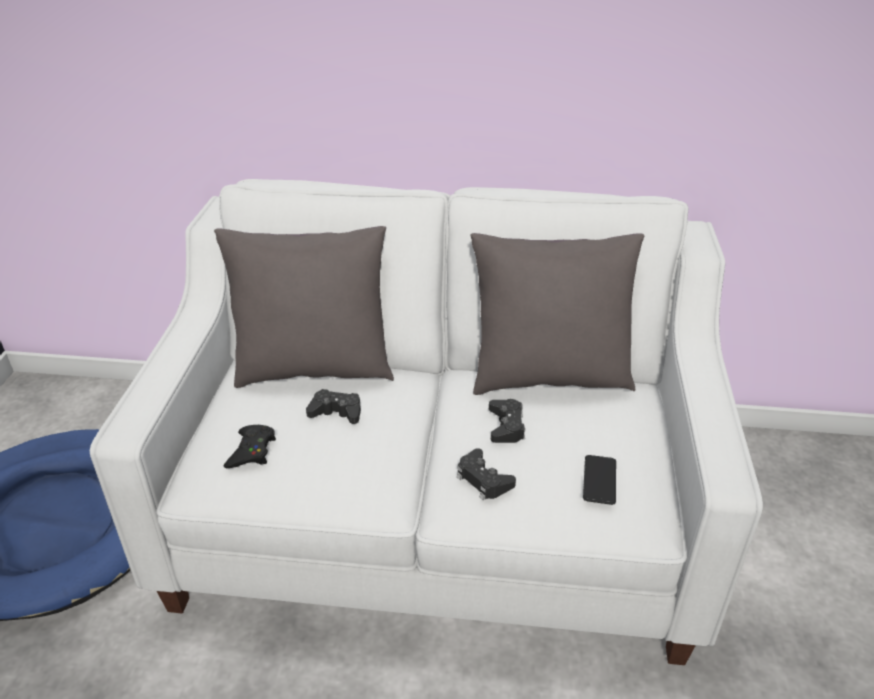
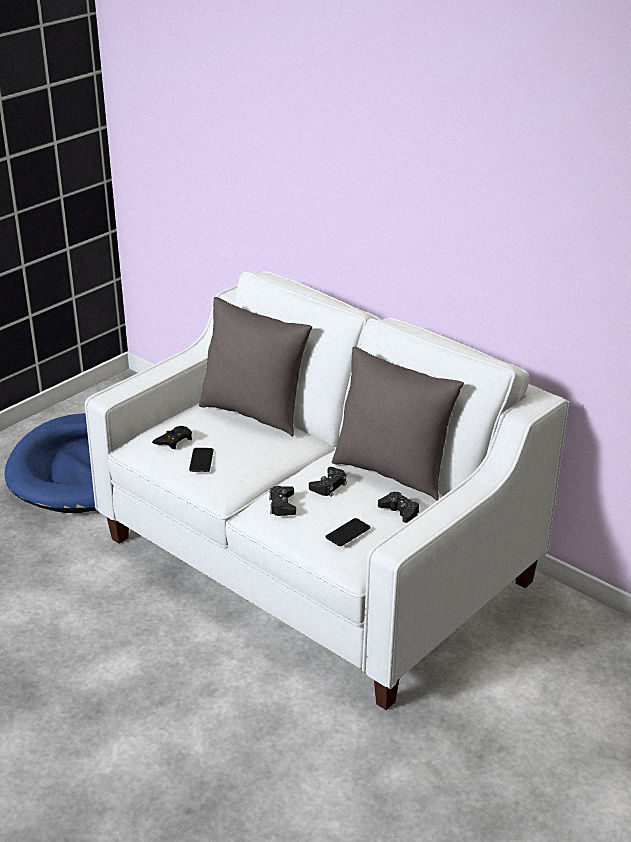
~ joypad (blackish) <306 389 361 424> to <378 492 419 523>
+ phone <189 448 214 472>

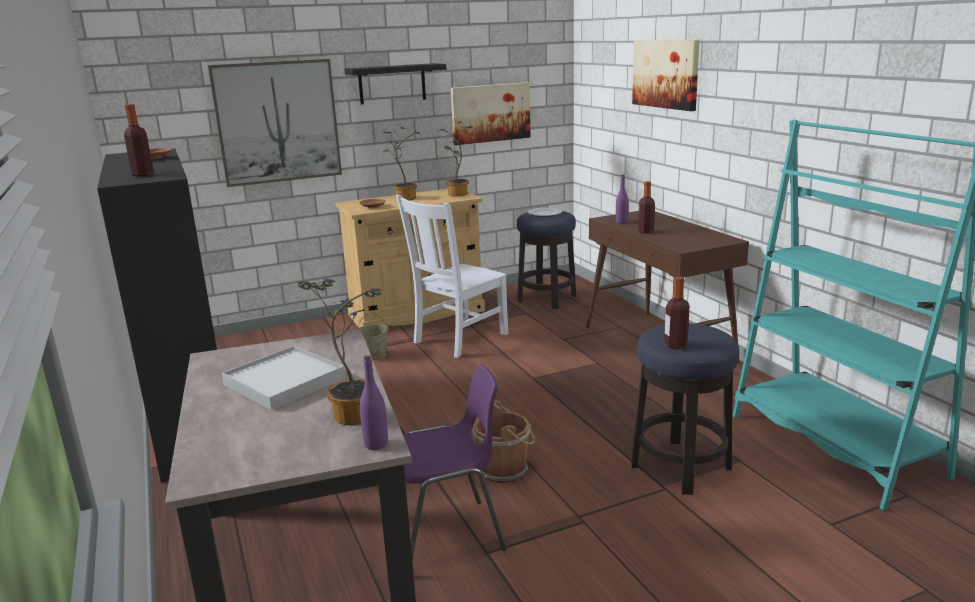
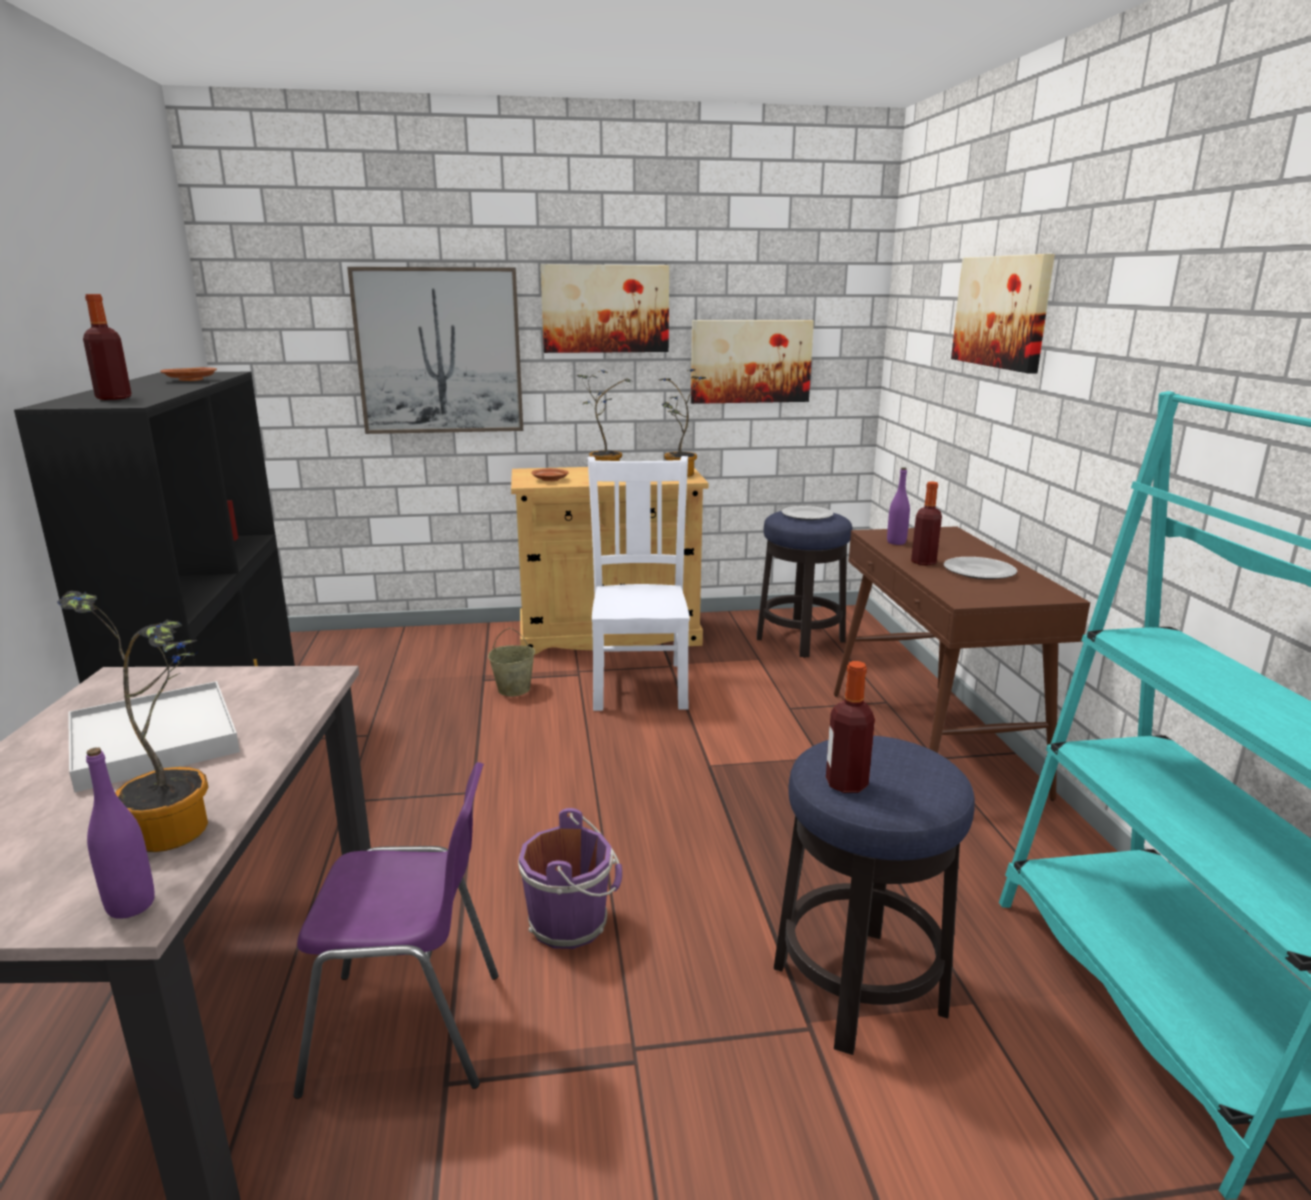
~ shelf (blackish) <344 63 446 104> to wall picture <540 264 669 353>
~ upright chair (white-coloured) <396 195 508 358> = <588 456 690 711> 120 degrees clockwise
~ water bucket (brownish) <473 400 536 483> to water bucket (purple-coloured) <518 808 622 949>
+ plate <944 557 1017 579>

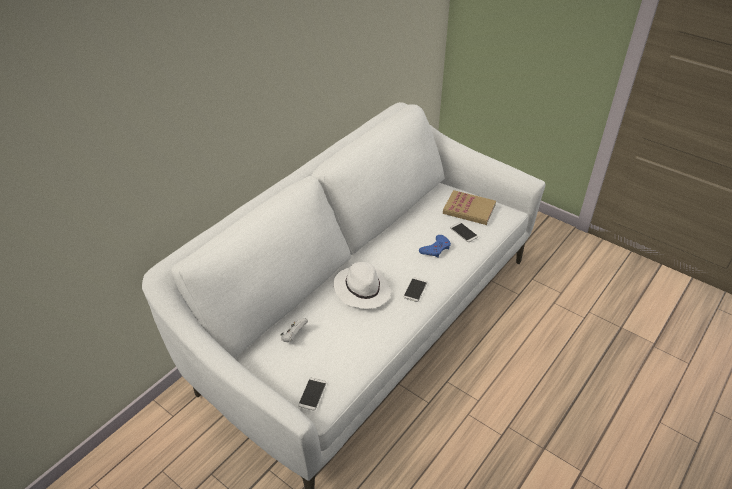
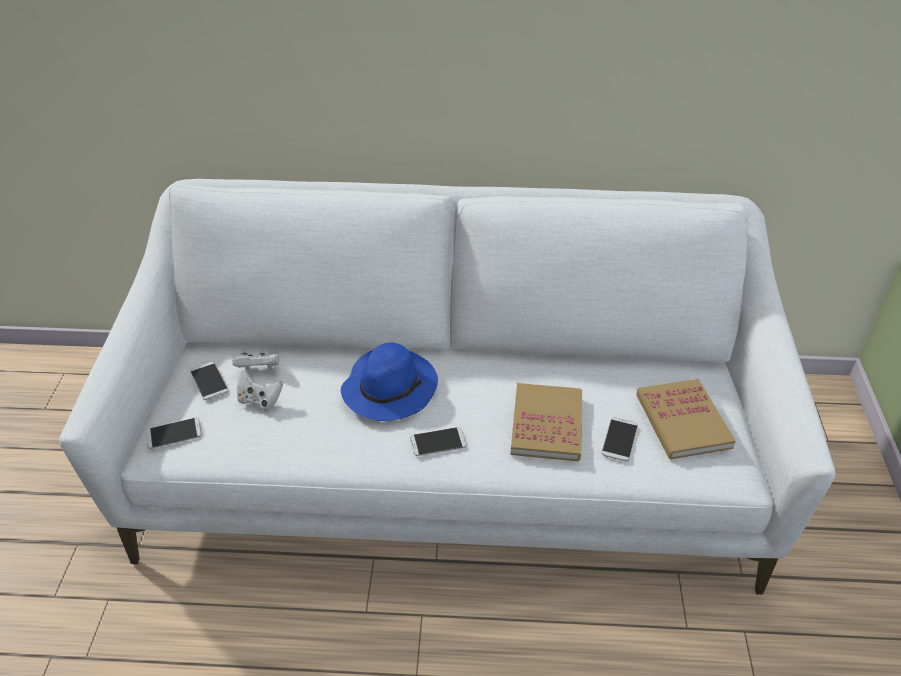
~ joypad (bluish) <419 235 451 258> to volume <510 383 582 461>
~ hat (white-coloured) <334 262 391 309> to hat (bluish) <340 342 438 421>
+ phone <190 362 228 400>
+ joypad (white-coloured) <237 370 283 411>

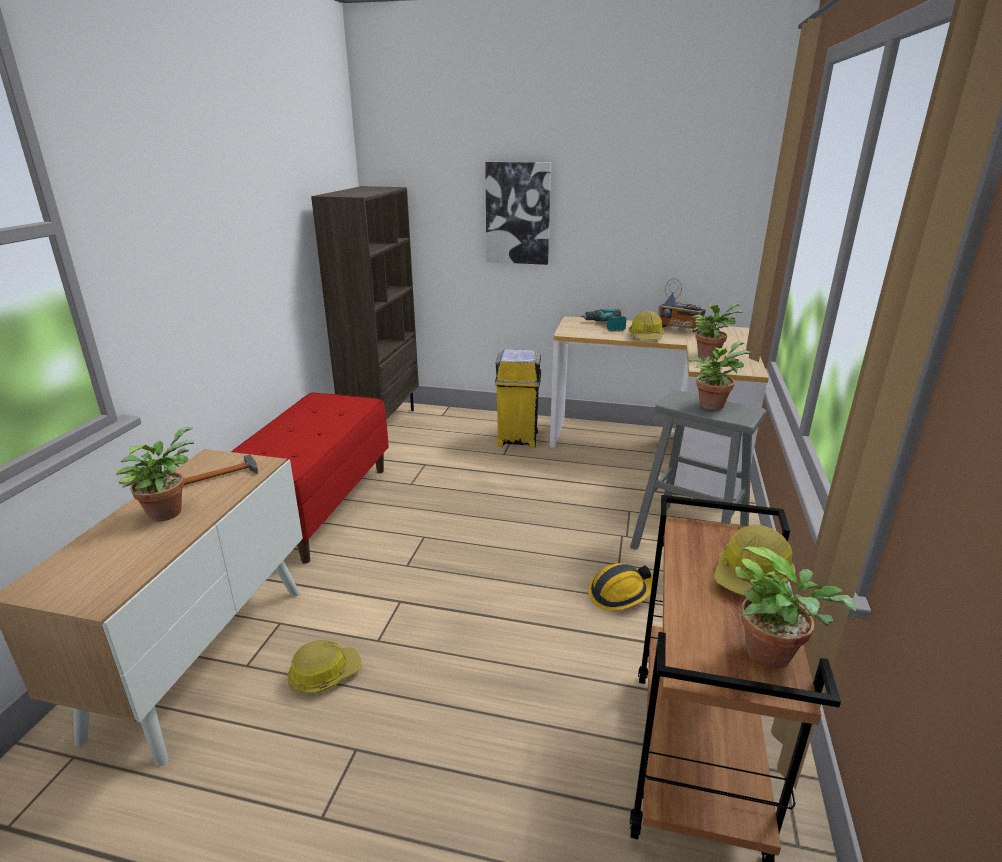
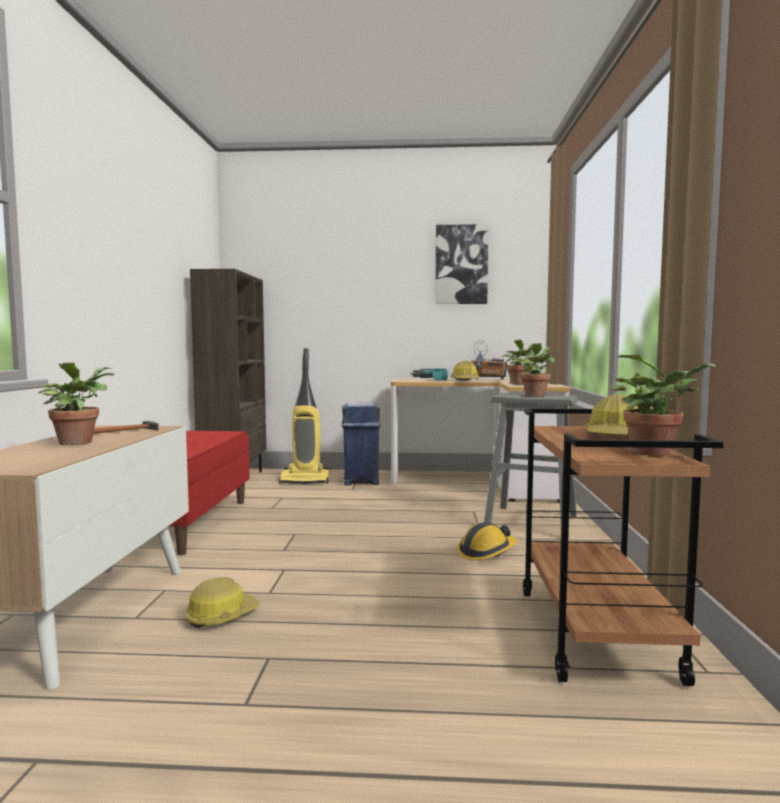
~ wall picture <485 162 551 265> to <435 224 489 304>
~ waste bin (yellow-coloured) <494 349 541 448> to waste bin (bluish) <342 403 381 486>
+ vacuum cleaner <279 348 330 484>

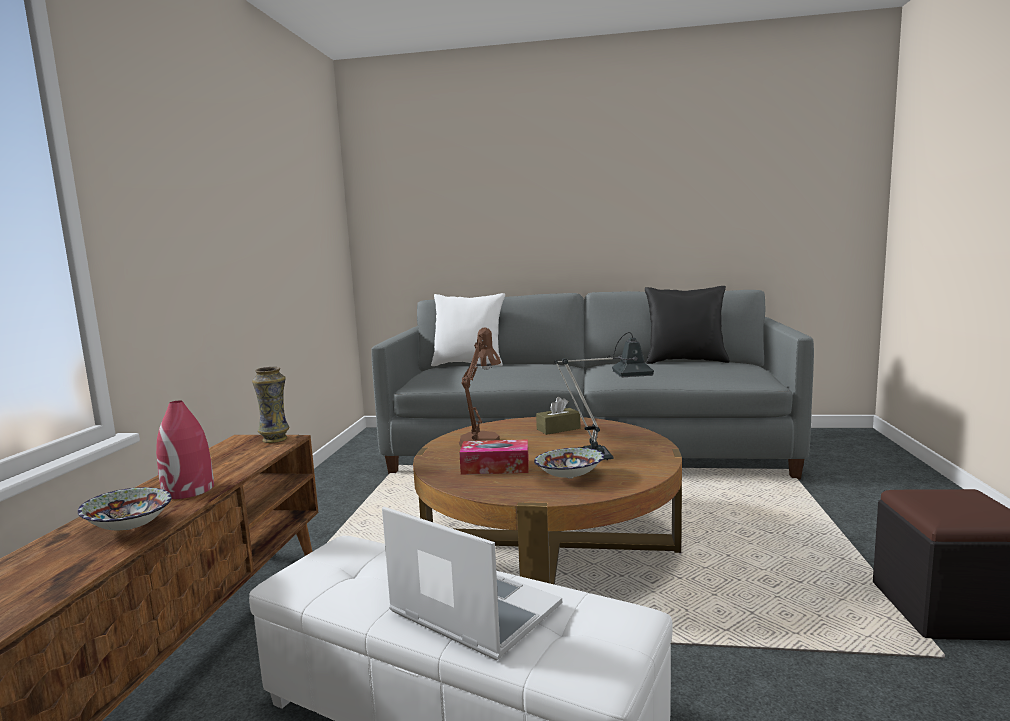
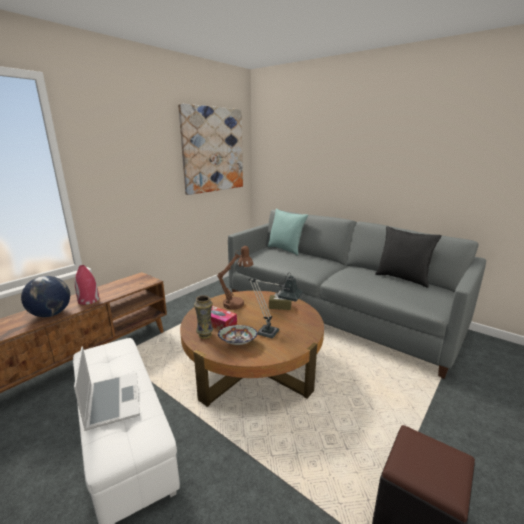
~ pillow (white-coloured) <431 293 505 366> to pillow (turquoise) <268 208 308 256>
~ vase <252 367 289 443> to <194 295 213 339>
~ serving bowl <78 487 172 530> to globe <21 276 70 317>
+ wall picture <178 103 243 195>

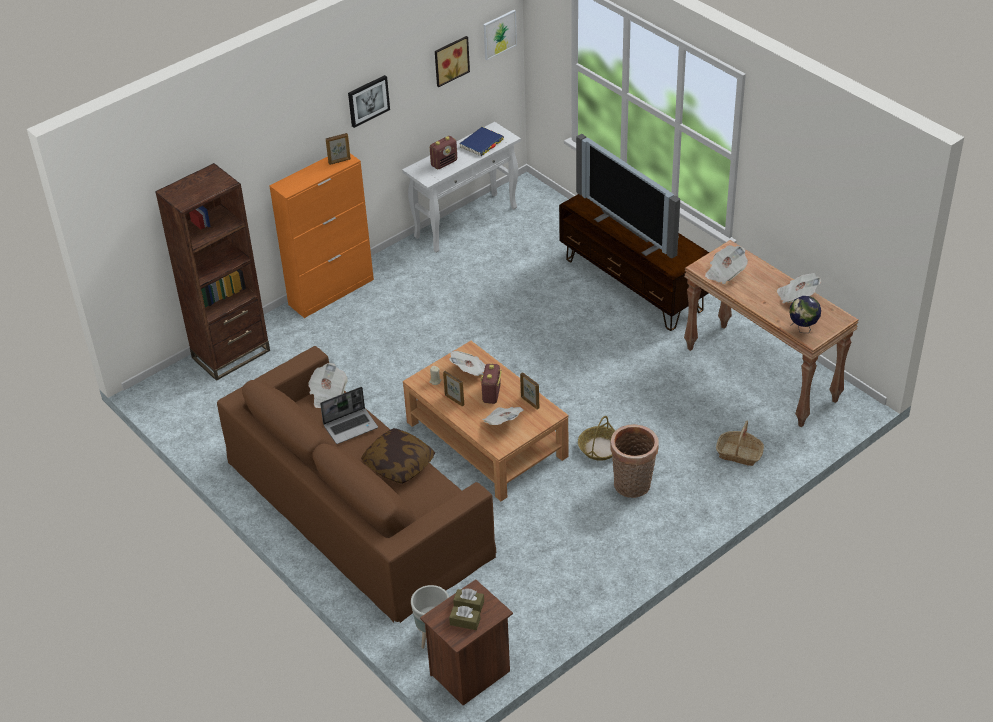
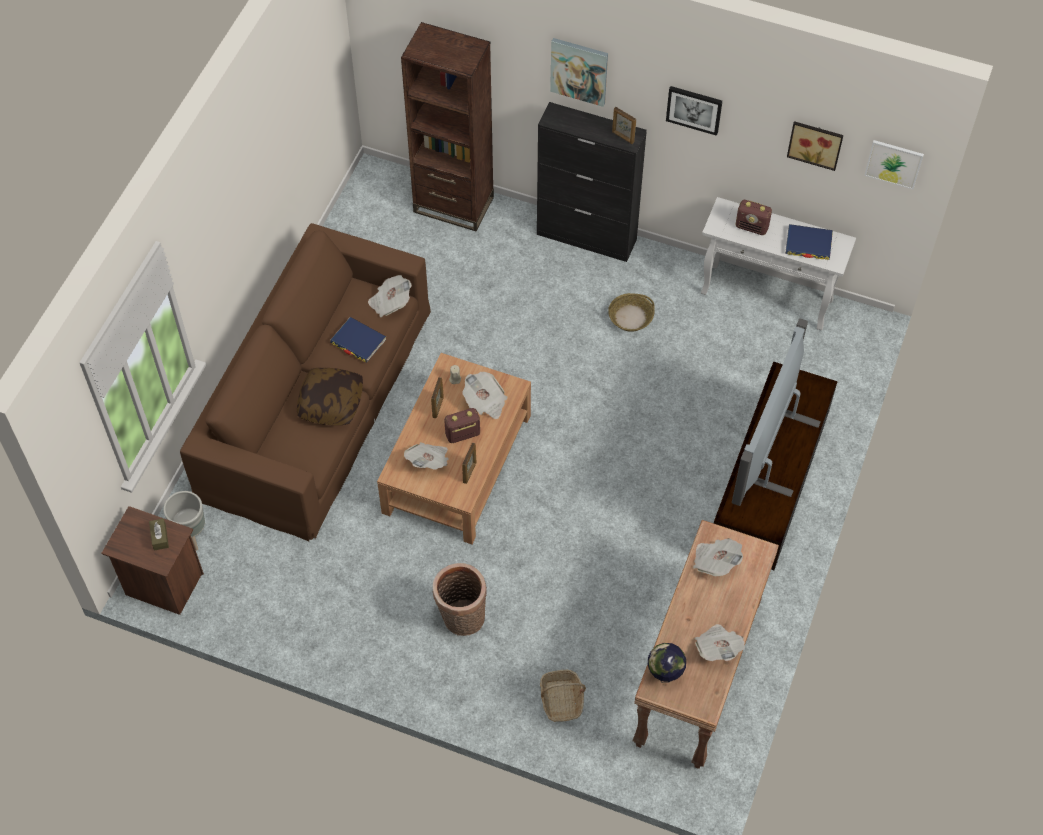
~ storage cabinet (orange) <269 153 374 318> to storage cabinet (blackish) <537 102 647 262>
~ notebook computer <320 387 378 444> to volume (bluish) <330 317 386 363>
~ storage basket <578 416 615 461> to <608 293 655 332>
- tissue box (brownish) <449 606 481 630>
+ wall picture <550 38 608 107>

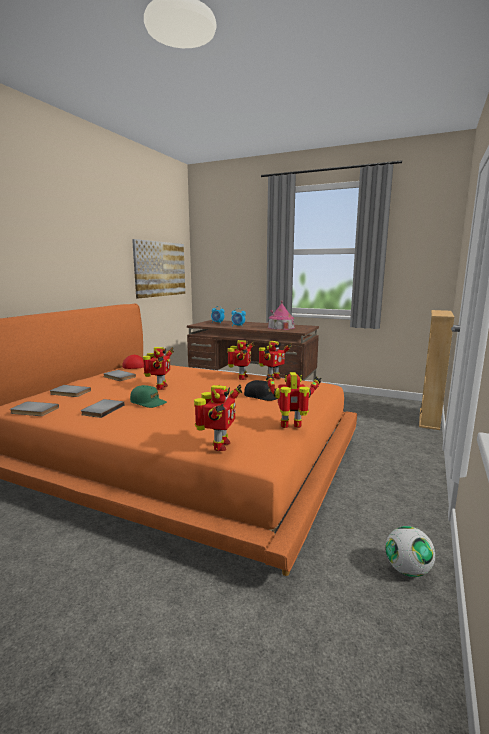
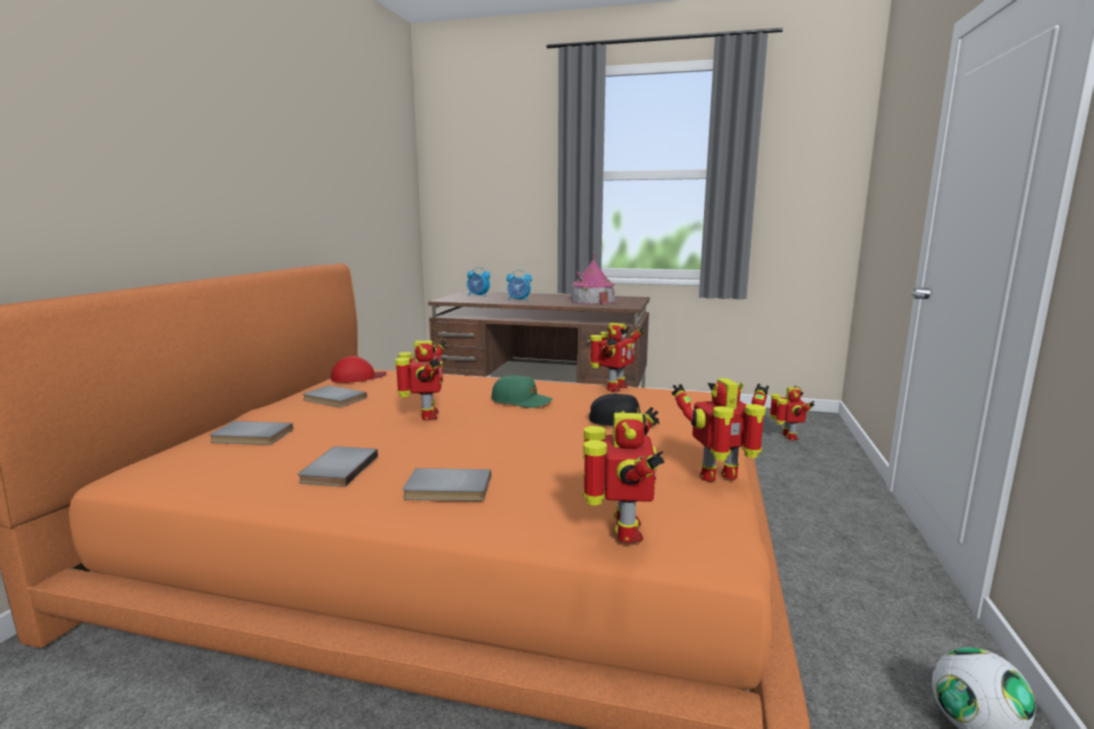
- wall picture <132 239 185 299>
- bookshelf (beige) <419 310 454 430>
~ toy robot <228 340 255 380> to <769 385 815 440>
~ baseball cap (green) <130 385 167 408> to <492 375 553 408>
~ volume (gray) <10 401 59 416> to <403 468 491 501>

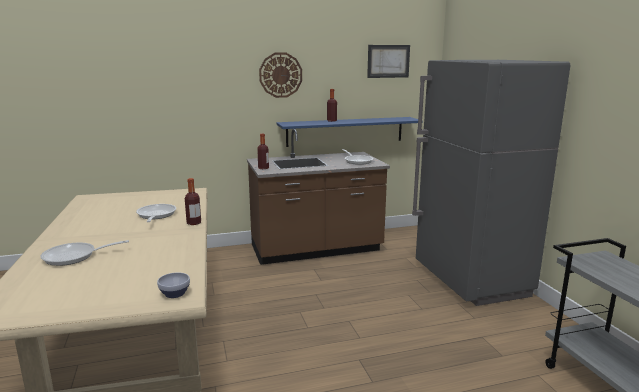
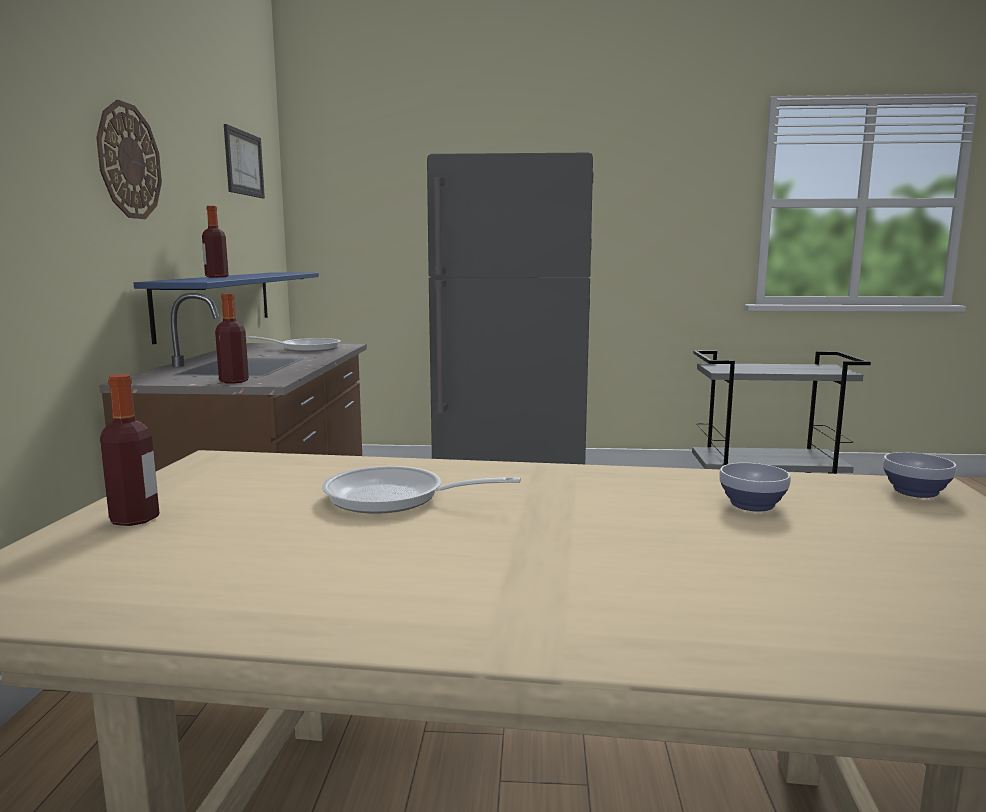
~ bottle <185 178 201 225> to <100 374 160 526>
- pan <40 240 129 266>
+ serving bowl <719 463 791 512>

